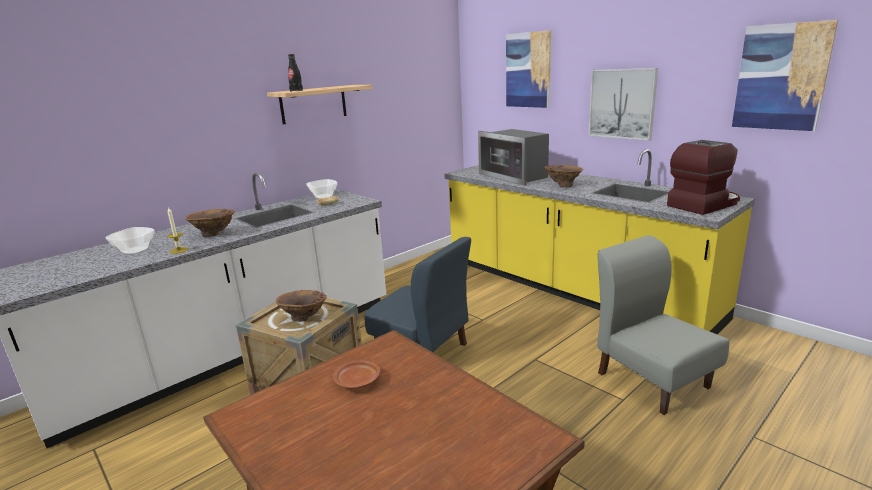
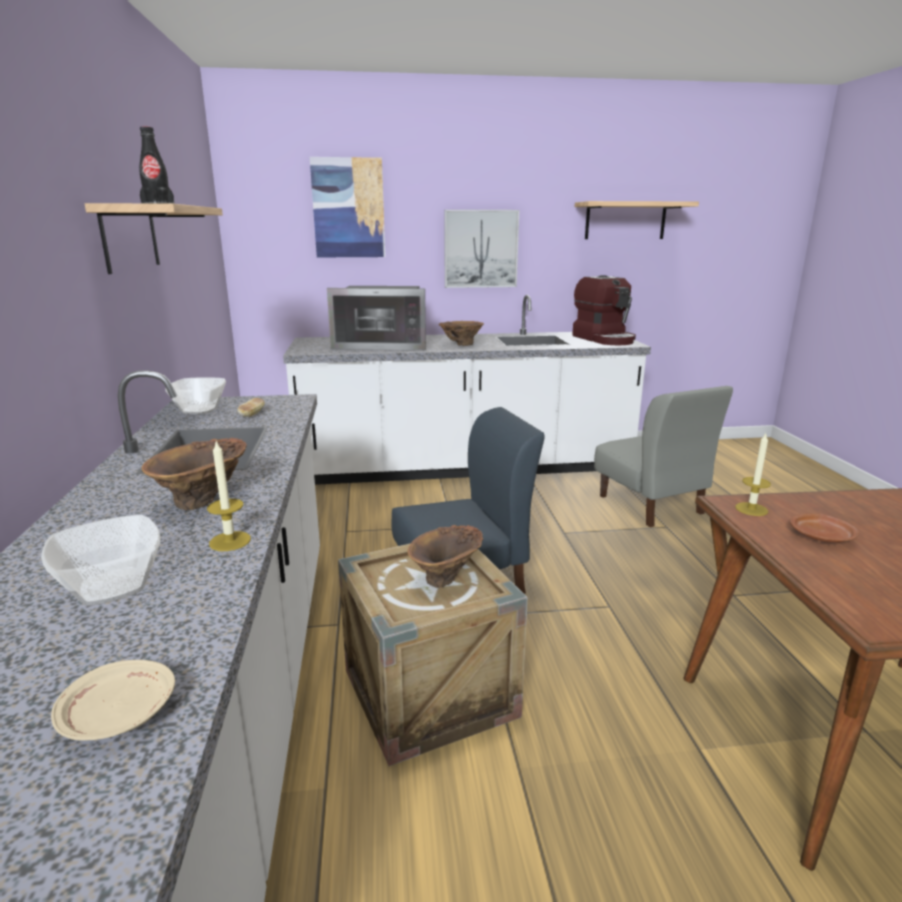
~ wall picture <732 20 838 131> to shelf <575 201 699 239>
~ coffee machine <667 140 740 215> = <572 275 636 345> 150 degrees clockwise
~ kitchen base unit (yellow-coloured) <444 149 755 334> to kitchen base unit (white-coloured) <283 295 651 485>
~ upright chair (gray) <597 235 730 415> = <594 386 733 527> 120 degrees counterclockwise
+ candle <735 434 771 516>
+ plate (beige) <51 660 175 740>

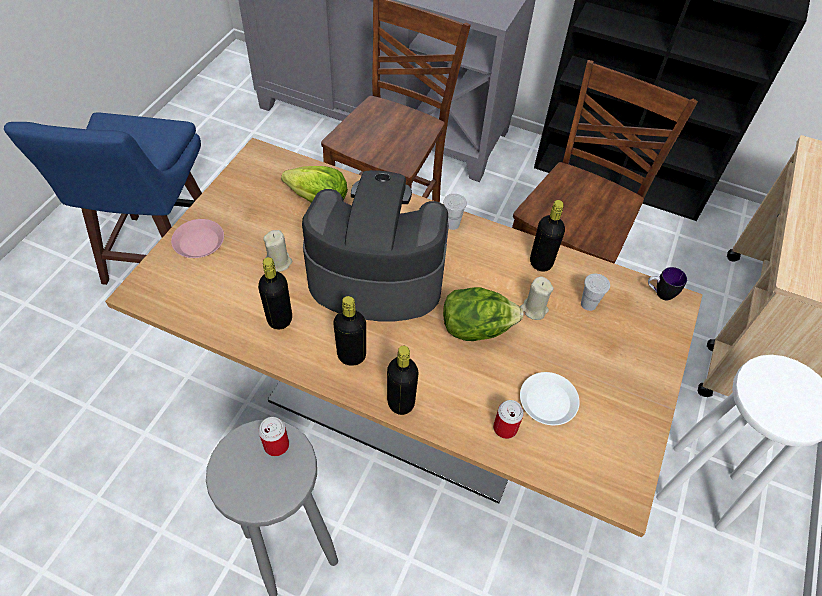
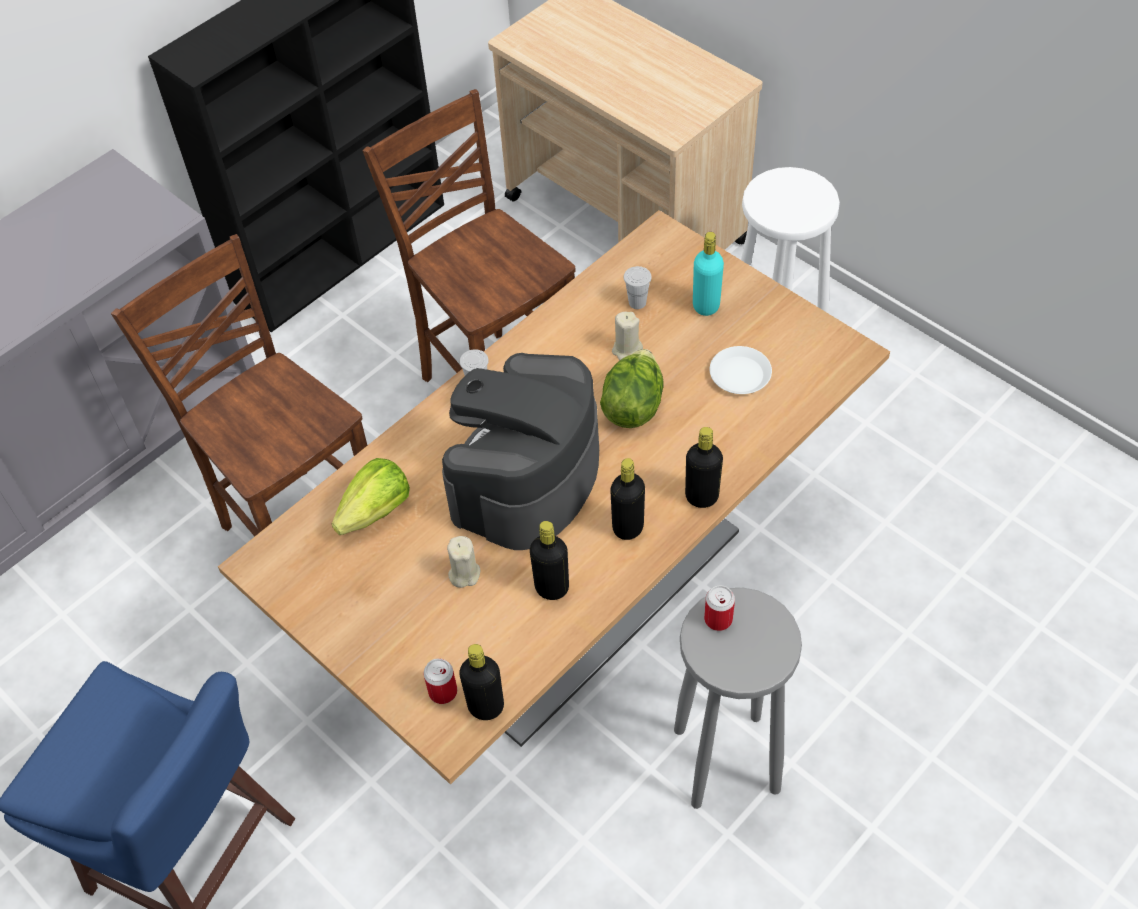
~ bottle (blackish) <530 200 565 272> to <459 644 504 720>
- plate (pink) <171 219 224 258>
- mug <648 267 687 300>
~ sealed can <493 400 524 439> to <424 658 457 704>
+ bottle (turquoise) <693 232 724 316>

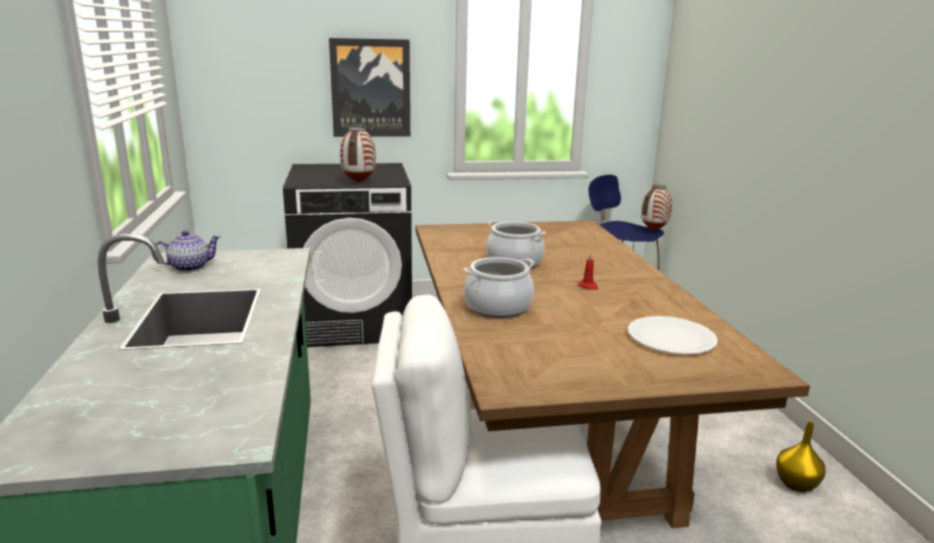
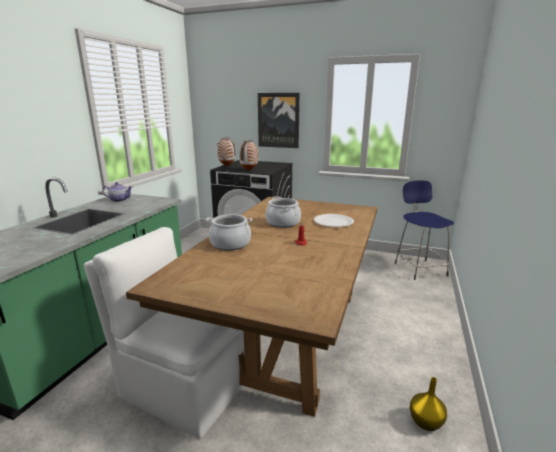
~ vase <641 185 672 230> to <217 138 235 166>
~ plate (white-coloured) <628 316 718 354> to <314 214 354 227>

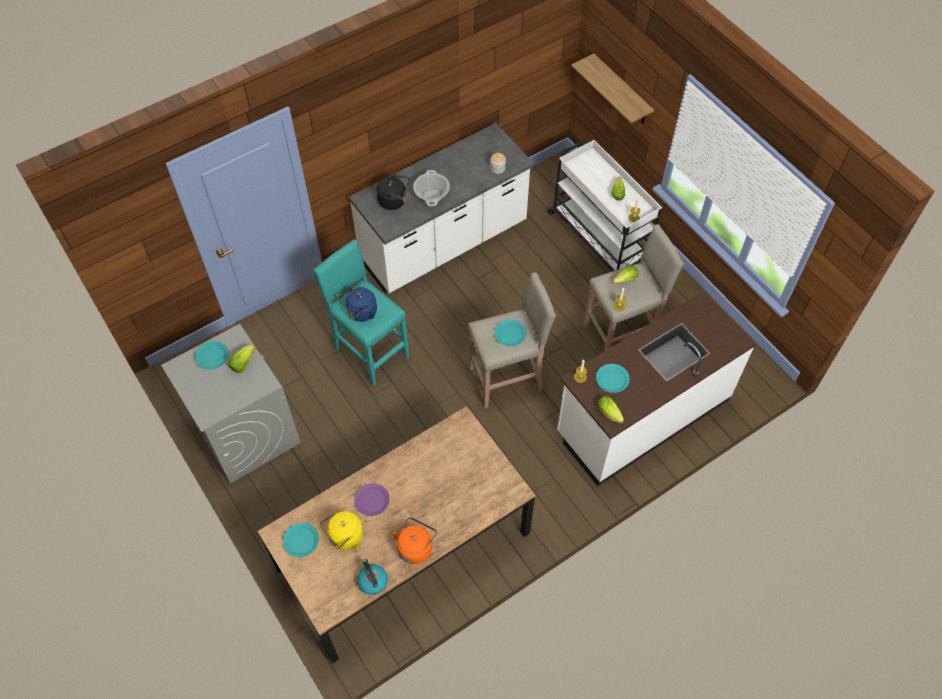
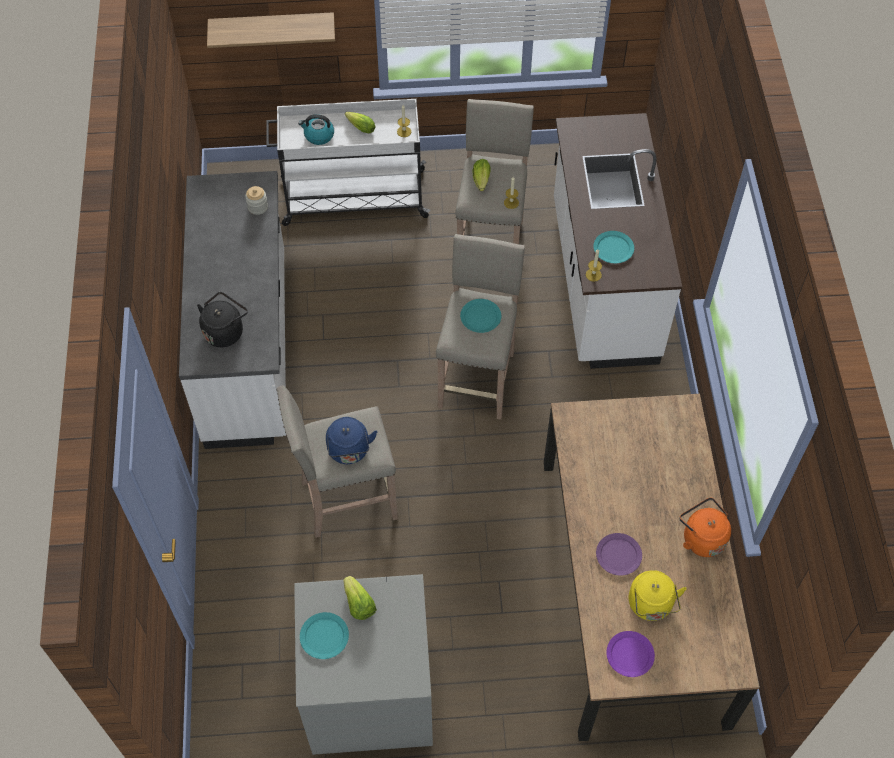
- saucepot <413 170 450 207>
~ sitting stool (turquoise) <313 239 409 386> to sitting stool (beige) <276 385 398 538>
- lettuce <597 396 624 423>
~ plate (turquoise) <283 523 319 557> to plate (purple-coloured) <606 631 655 677>
~ kettle <357 559 388 595> to <298 114 334 145>

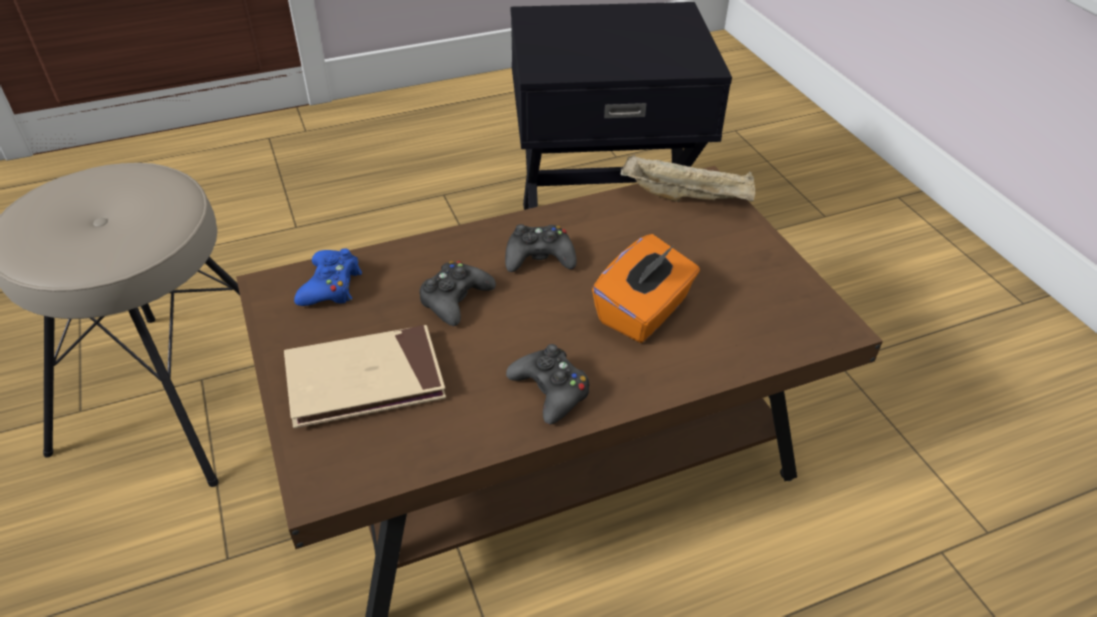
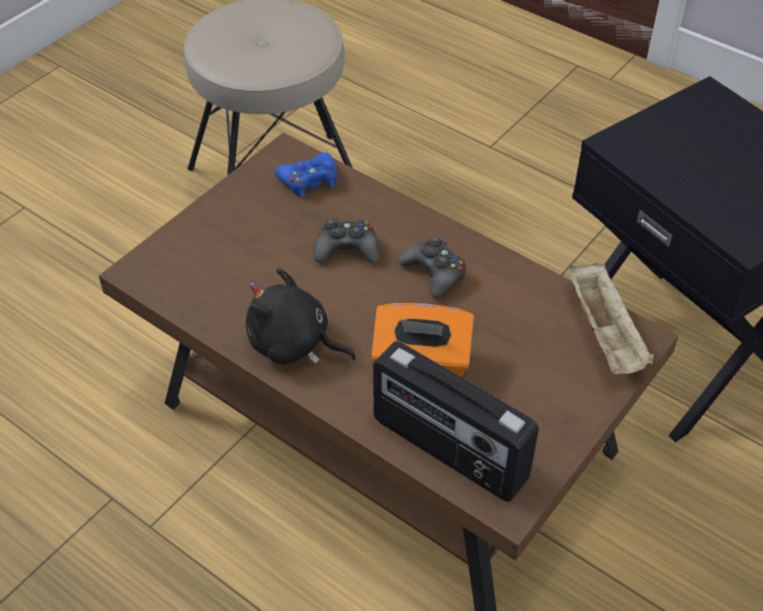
- volume (beige) <284 325 446 428>
~ joypad (blackish) <506 344 590 424> to soft toy (blackish) <246 268 356 364>
+ radio receiver <373 341 539 501>

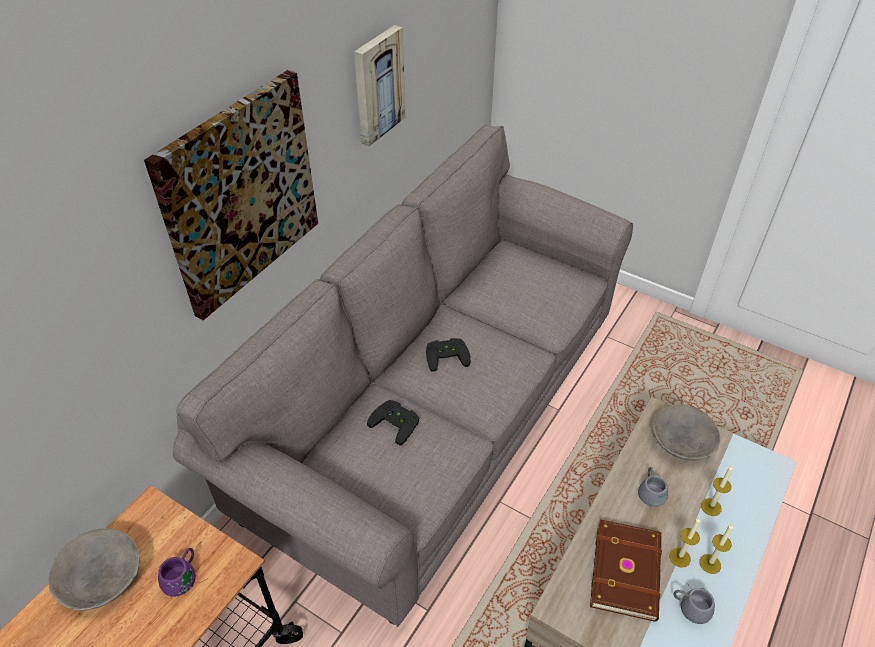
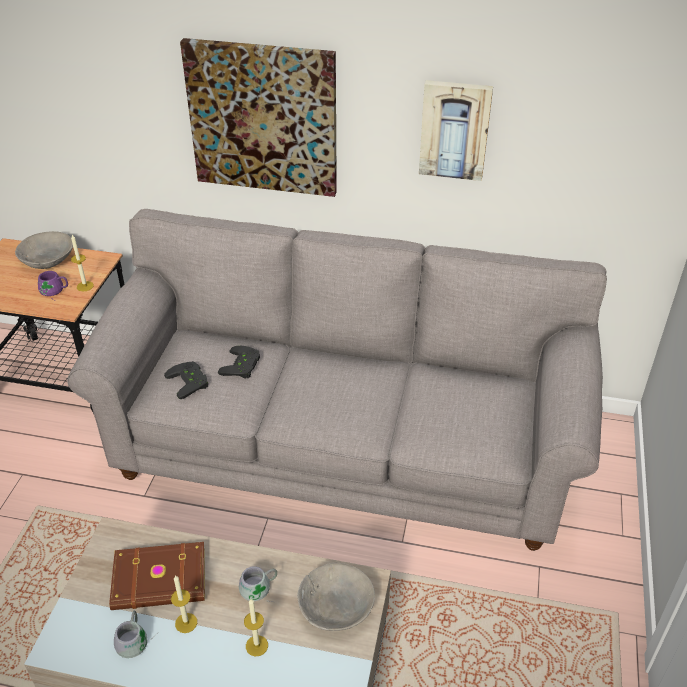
~ joypad (blackish) <426 338 471 372> to <164 361 208 399>
~ candle <700 524 733 574> to <71 235 94 291>

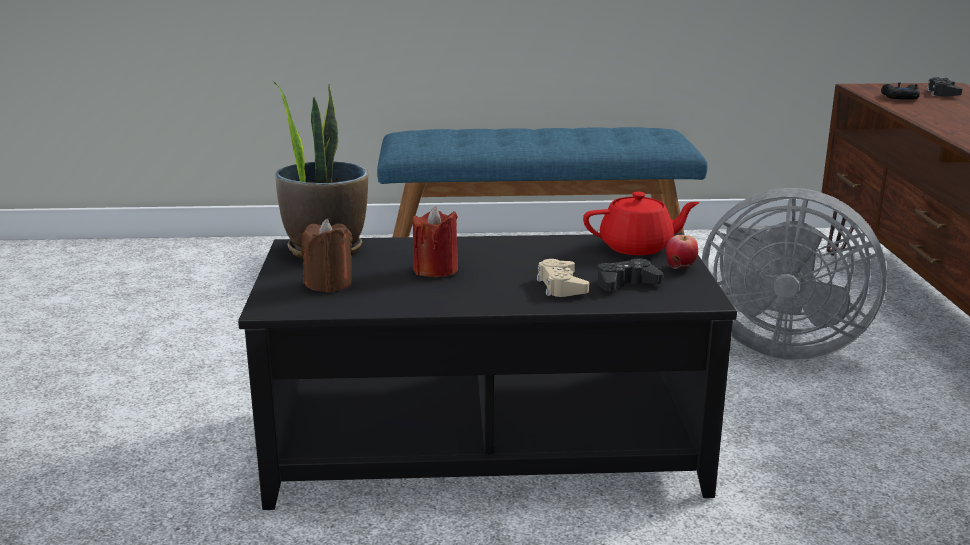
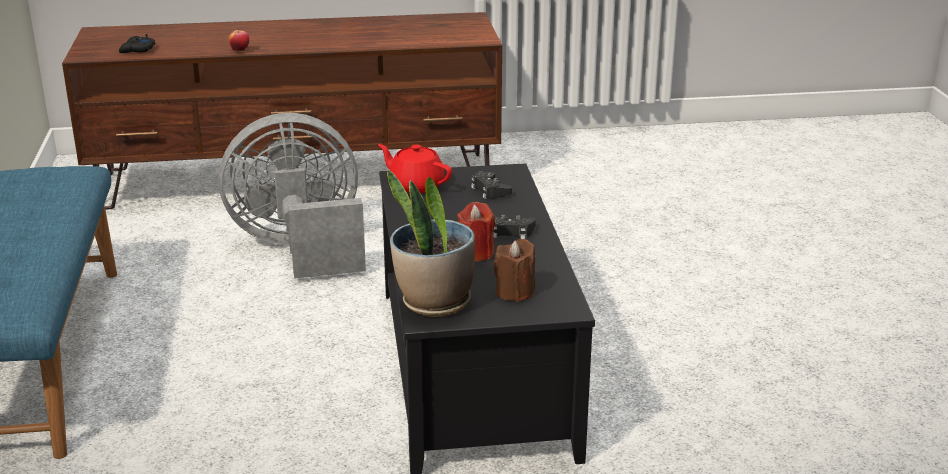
~ joypad (blackish) <927 77 963 97> to <493 215 536 239>
~ fan (gray) <702 188 887 361> = <218 113 366 278> 120 degrees counterclockwise
~ tea pot (red) <583 192 700 255> = <378 144 452 193> 45 degrees counterclockwise
~ apple <666 235 698 269> to <229 30 249 51>
- joypad (beige) <537 259 589 297>

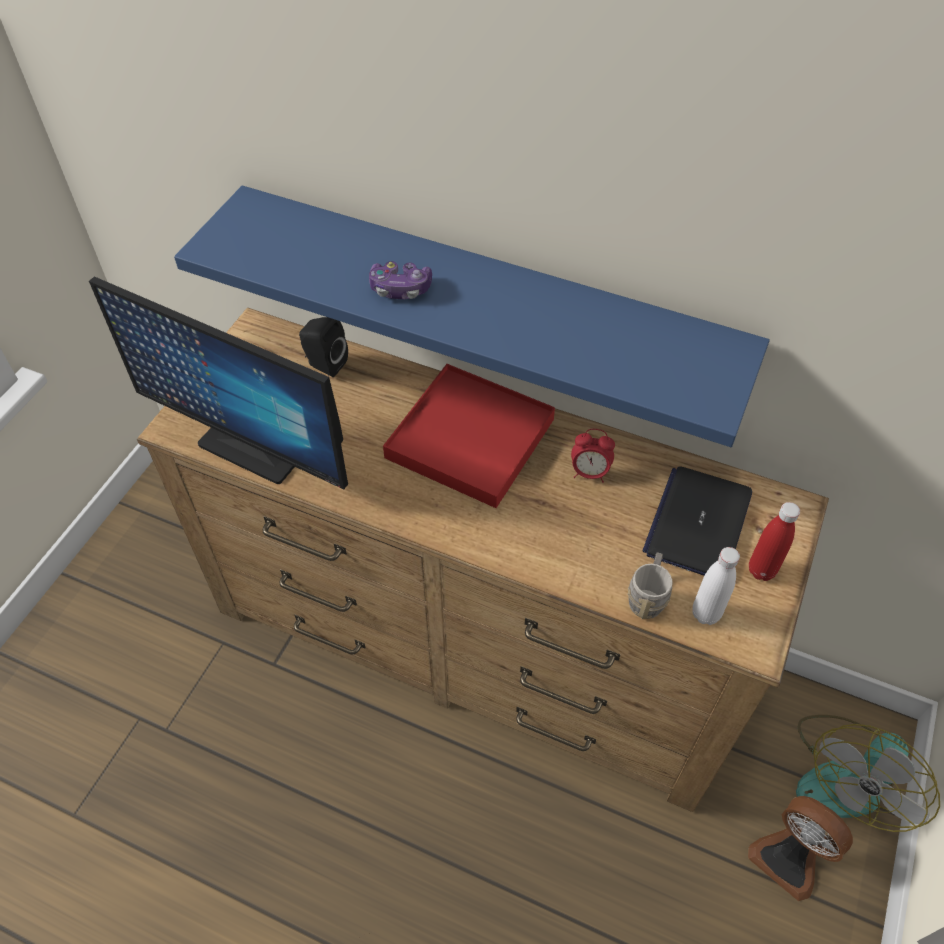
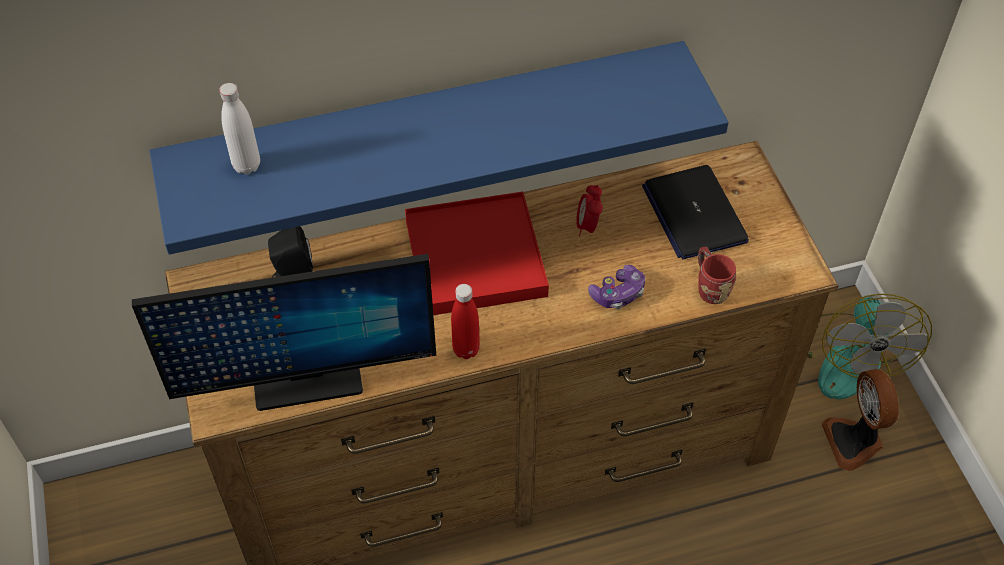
~ joypad <369 261 432 299> to <588 265 645 309>
~ table clock <571 429 615 483> = <576 185 603 237> 120 degrees clockwise
~ bottle (red) <749 502 800 581> to <451 284 480 359>
~ bottle (white-coloured) <692 547 740 625> to <219 83 260 174>
~ mug (gray) <628 552 672 619> to mug (red) <698 247 737 304>
~ fan <748 796 853 901> = <821 369 899 471> 75 degrees clockwise

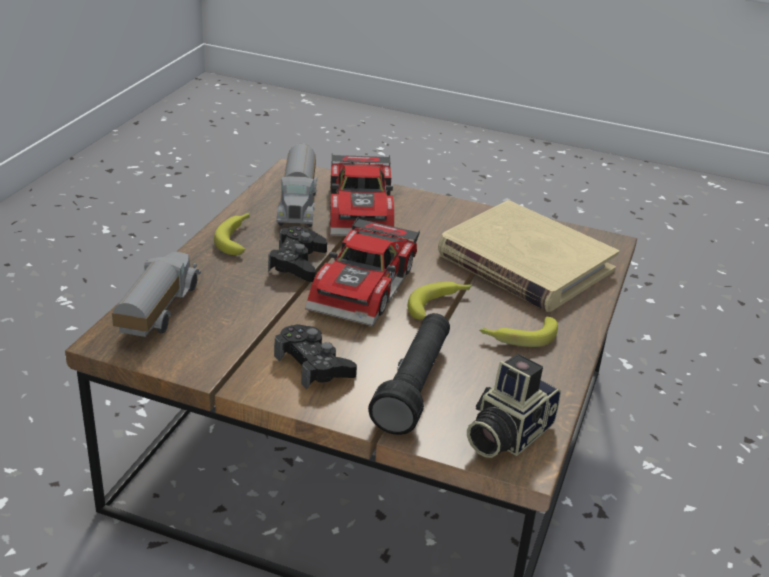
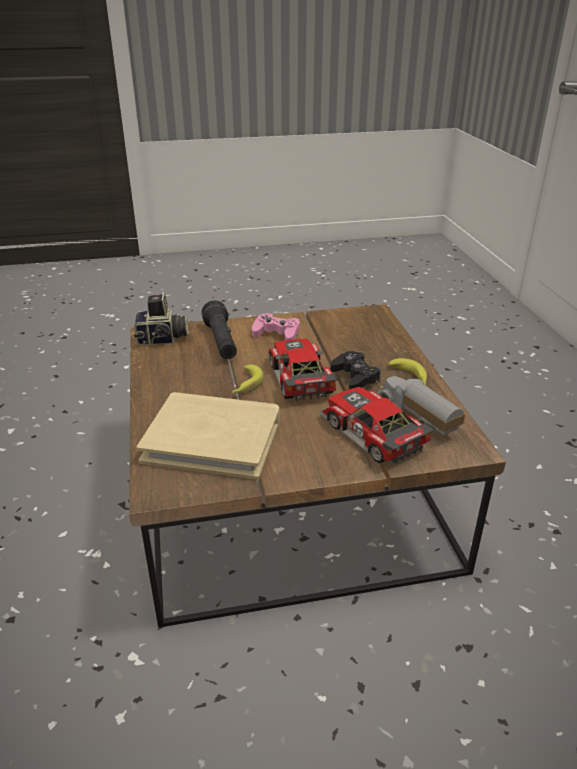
- toy truck <112 252 201 337>
- banana <479 317 558 347>
~ joypad (blackish) <274 324 357 389> to joypad (pink) <252 313 300 340>
~ still camera <467 354 561 458> = <134 293 188 345> 75 degrees clockwise

